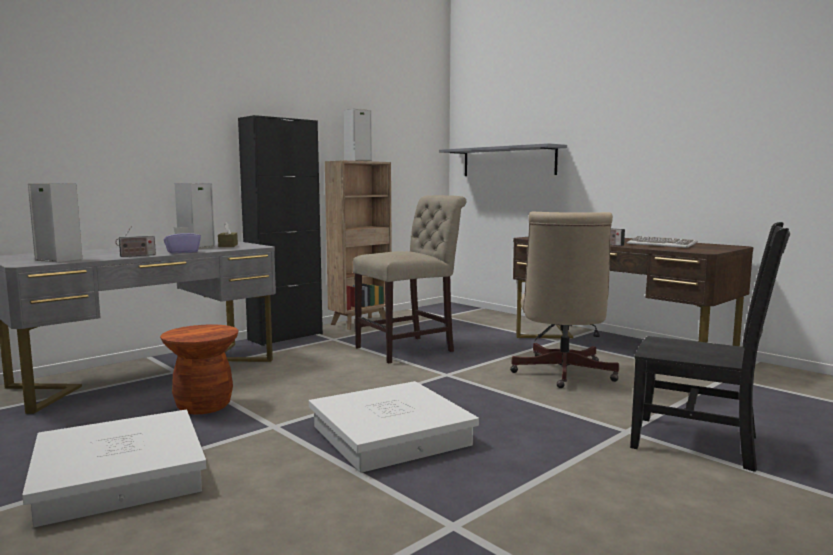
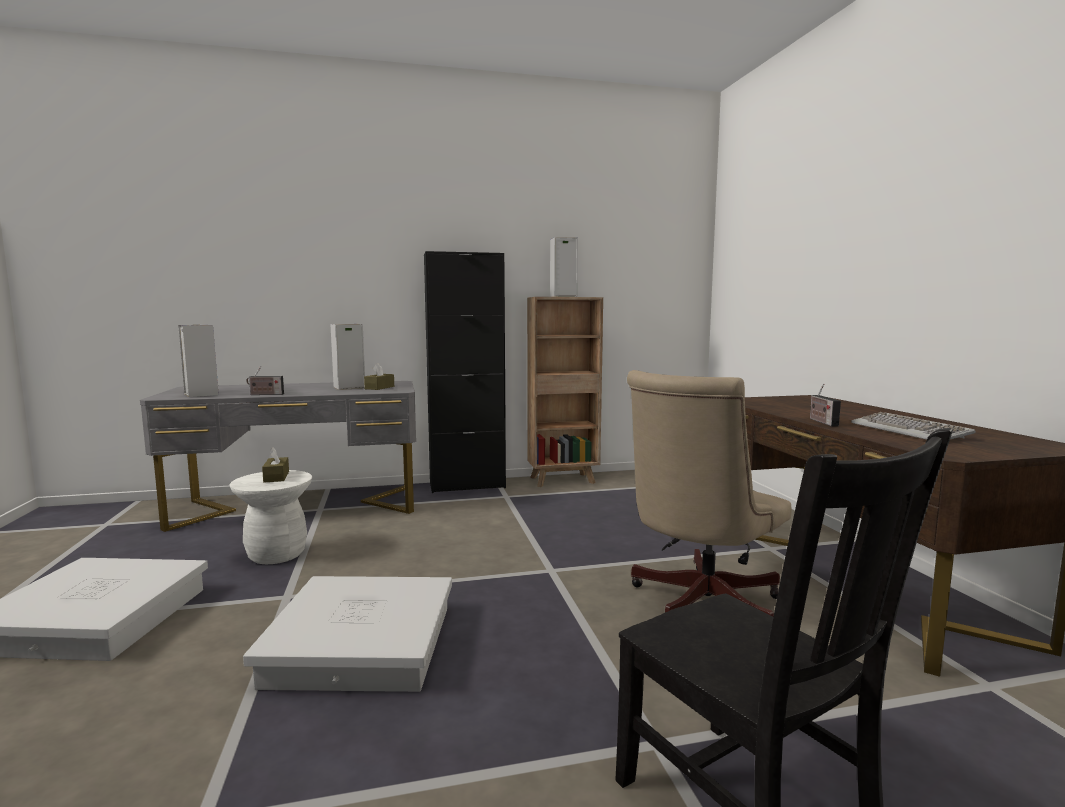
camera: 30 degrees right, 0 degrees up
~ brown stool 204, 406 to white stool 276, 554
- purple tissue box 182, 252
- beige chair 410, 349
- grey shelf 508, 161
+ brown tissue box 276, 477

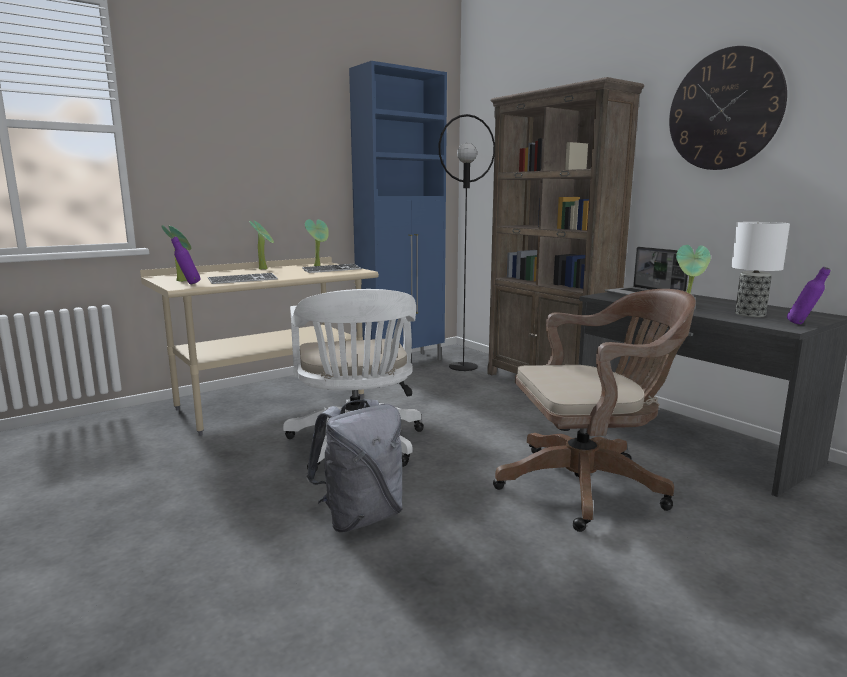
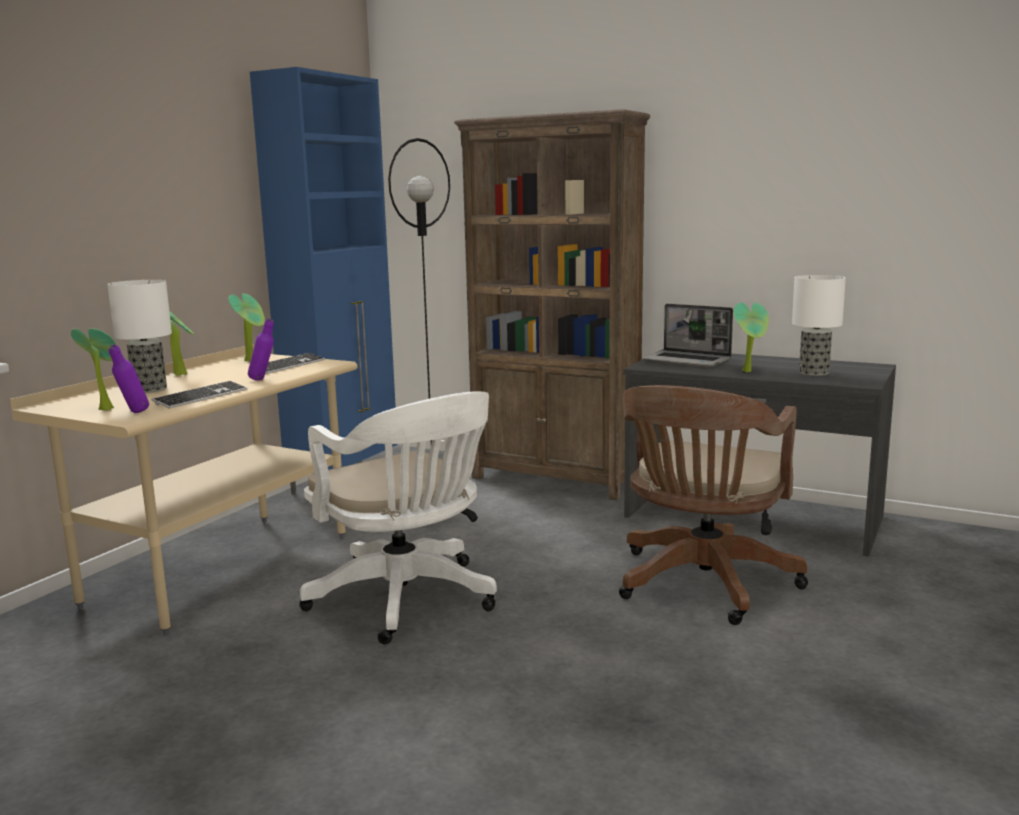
camera: 25 degrees left, 0 degrees up
- grey backpack 360, 517
~ brown office chair 588, 486 = 702, 585 150 degrees clockwise
- wall clock 724, 110
~ purple bottle 803, 324 to 263, 380
+ table lamp 150, 389

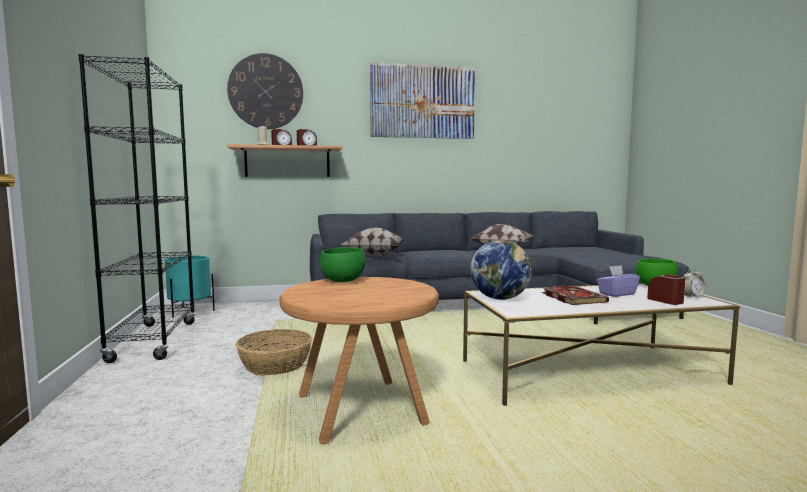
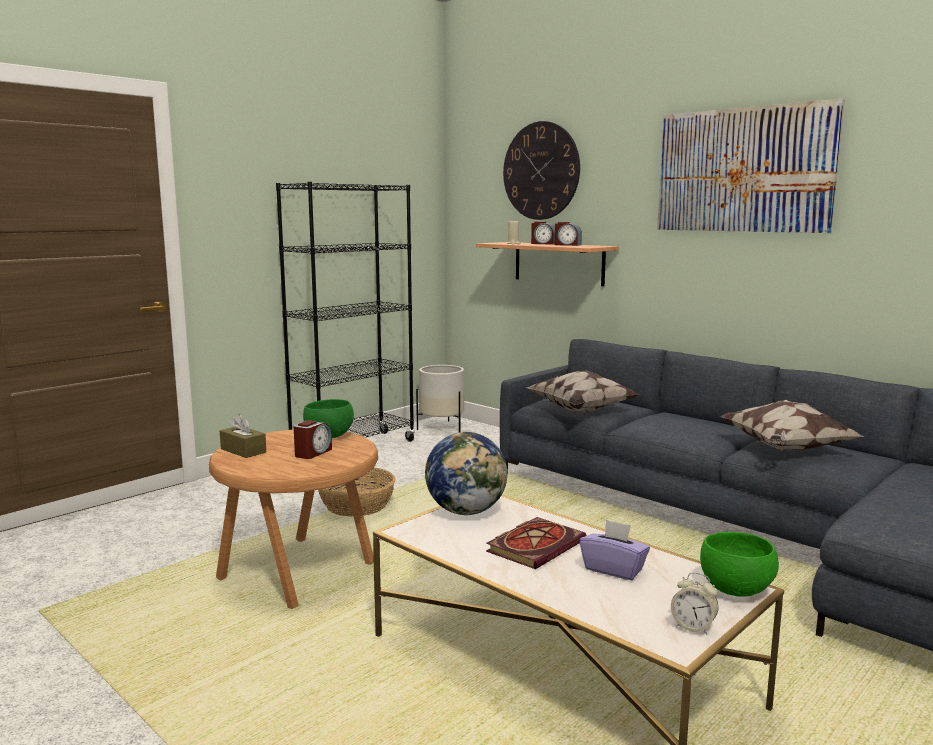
camera: 55 degrees right, 5 degrees up
~ turquoise planter 190, 312 to white planter 441, 428
~ alarm clock 666, 301 to 313, 453
+ brown tissue box 243, 450

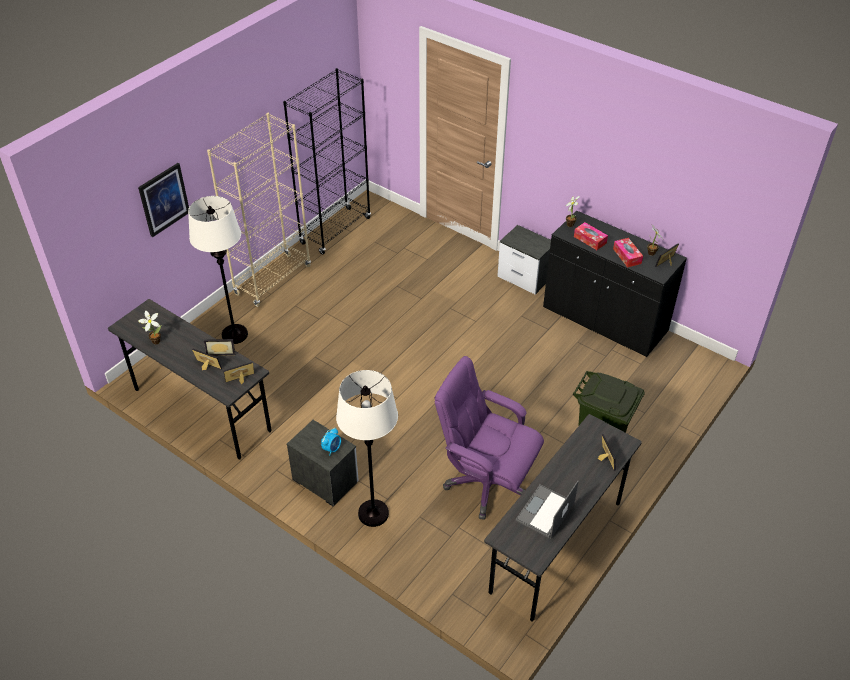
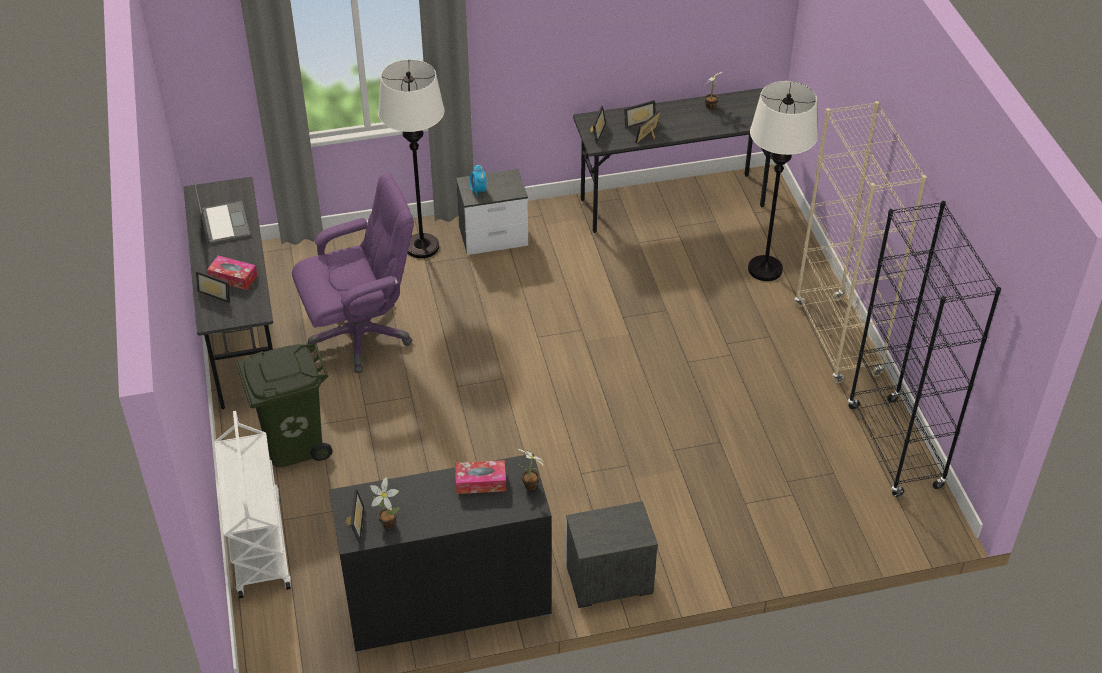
camera: 130 degrees right, 0 degrees up
- picture 164, 199
~ tissue box 627, 256 to 233, 278
+ white cart 258, 544

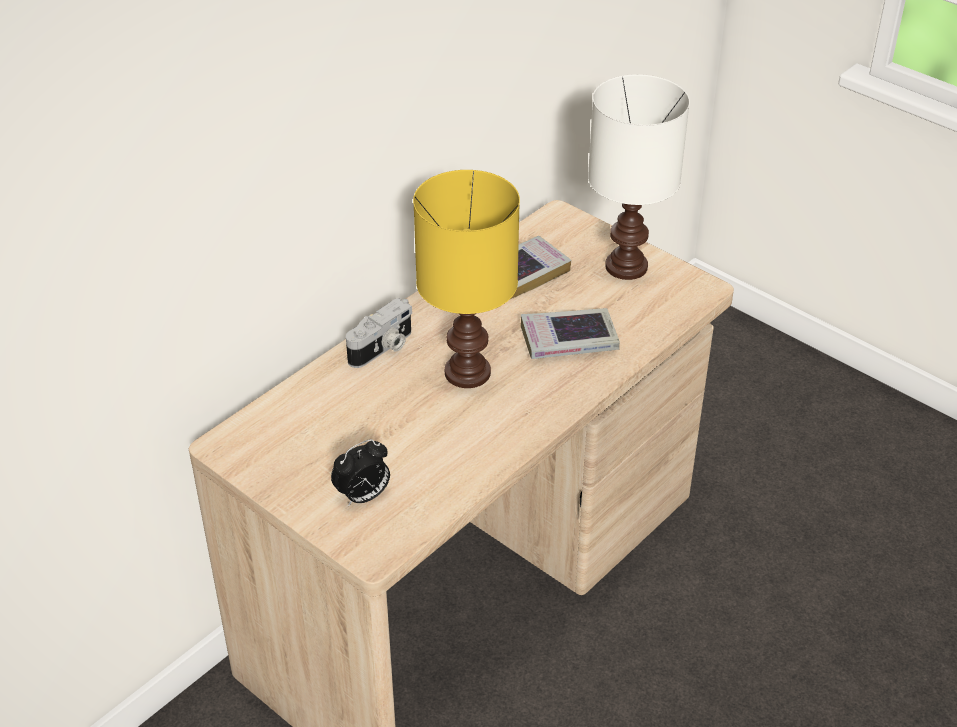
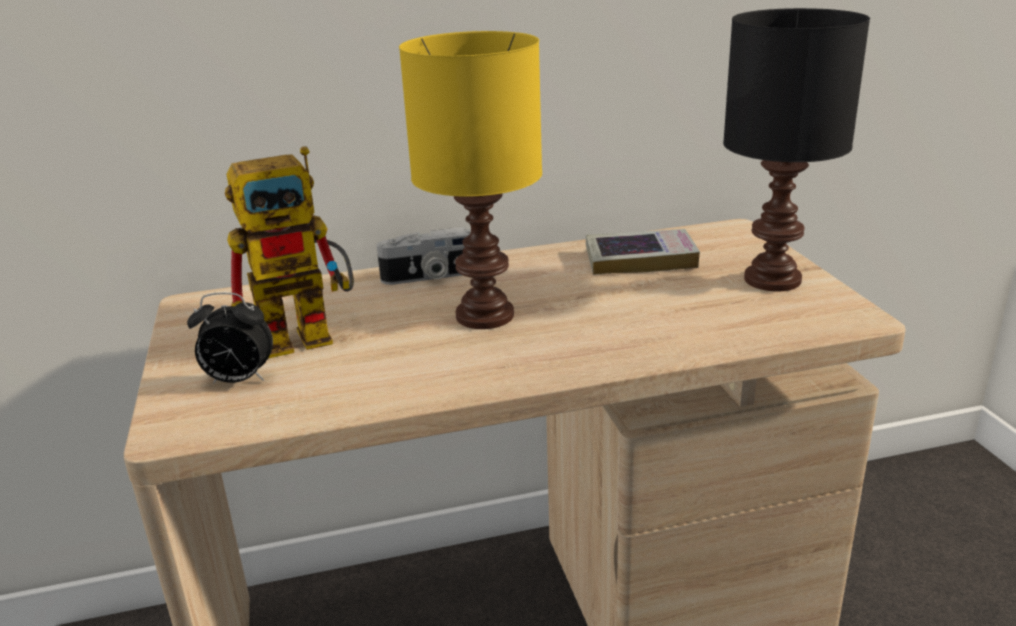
camera: 35 degrees right, 15 degrees down
- book 569, 340
~ white table lamp 626, 265 to black table lamp 773, 279
+ toy robot 311, 334

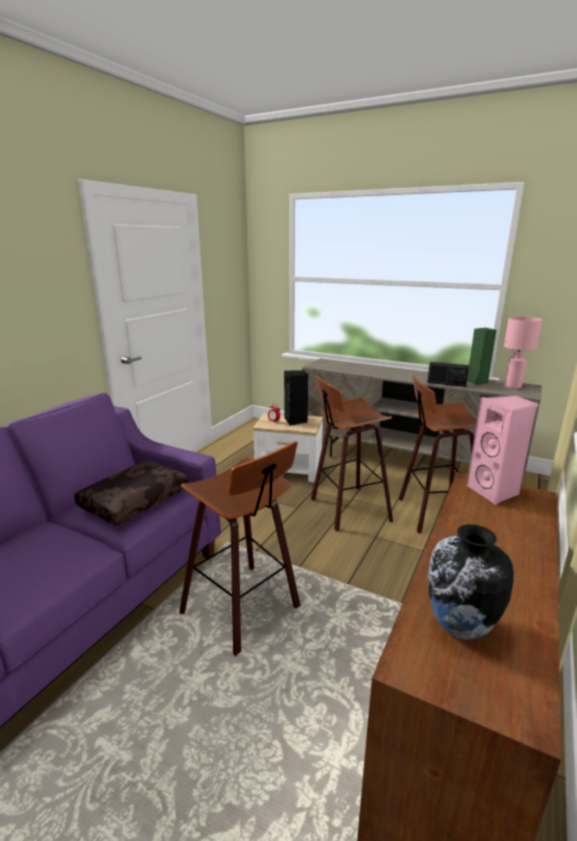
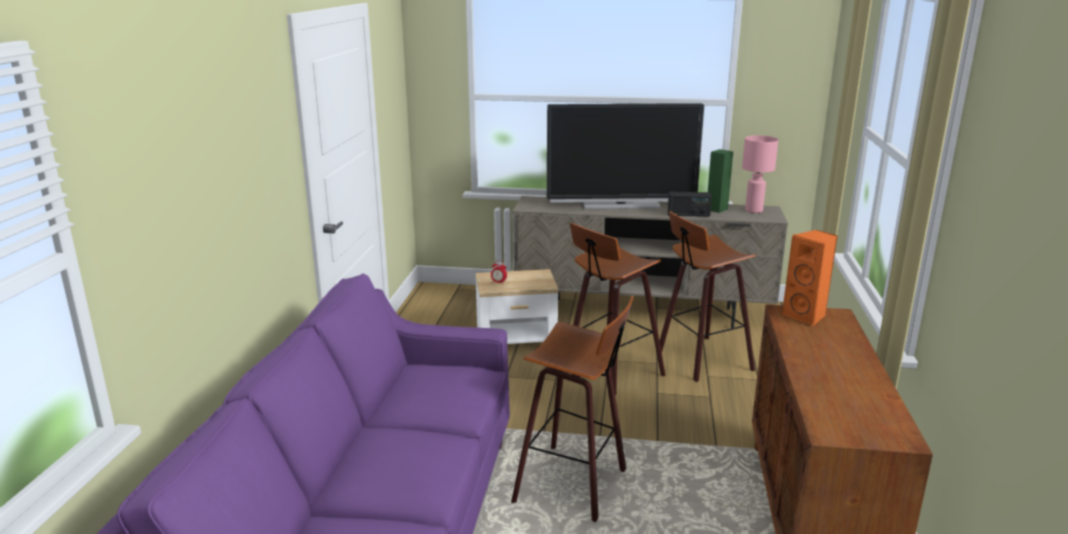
camera: 20 degrees left, 0 degrees up
- brown pillow 134, 500
- black speaker 296, 421
- vase 460, 628
~ pink speaker 494, 492 to orange speaker 806, 316
+ television 620, 205

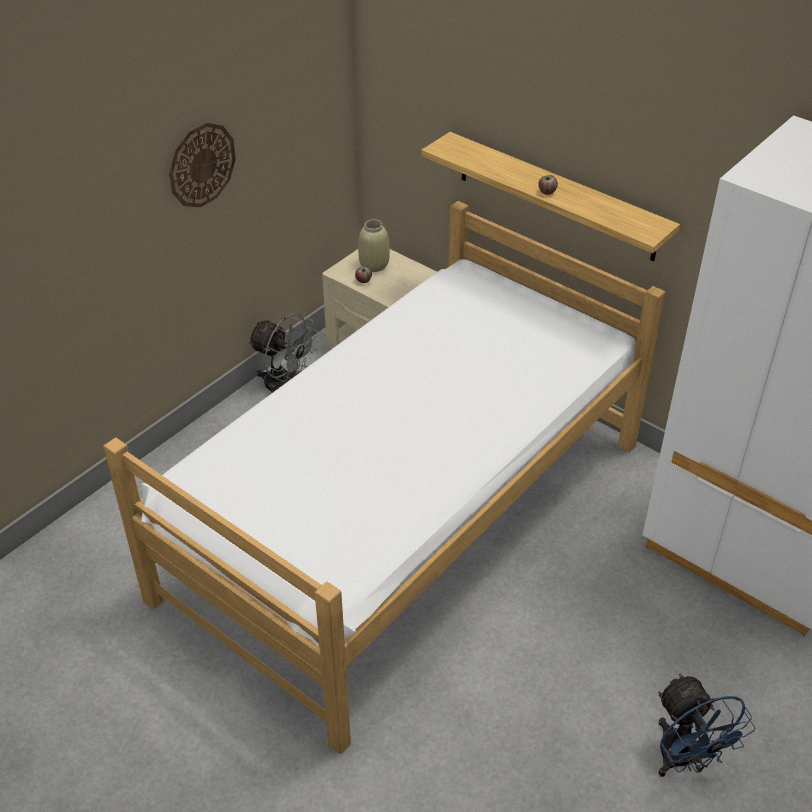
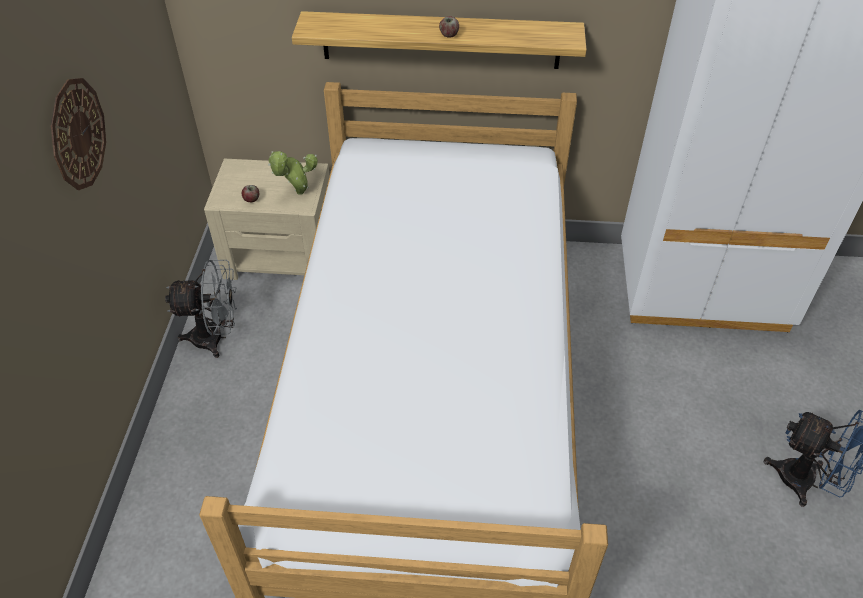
camera: 35 degrees left, 5 degrees up
- beige vase 374, 265
+ potted plant 297, 193

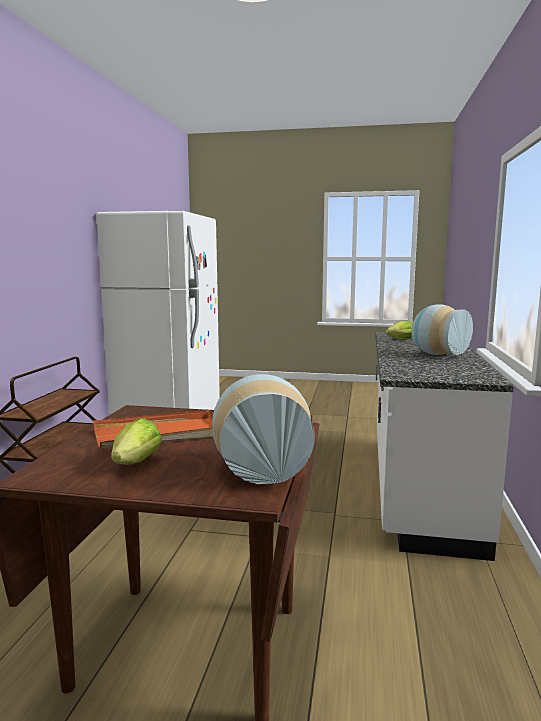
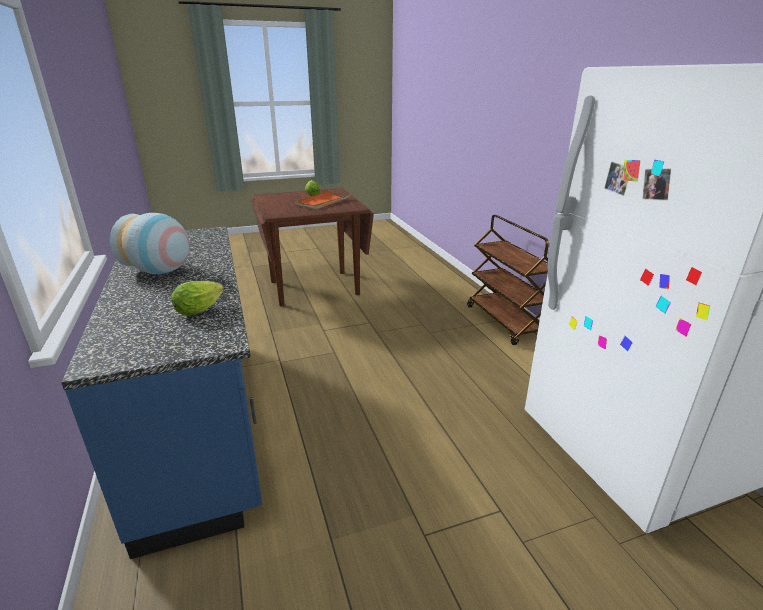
camera: 150 degrees right, 15 degrees up
- vase 261, 470
~ white counter 418, 485 to blue counter 202, 420

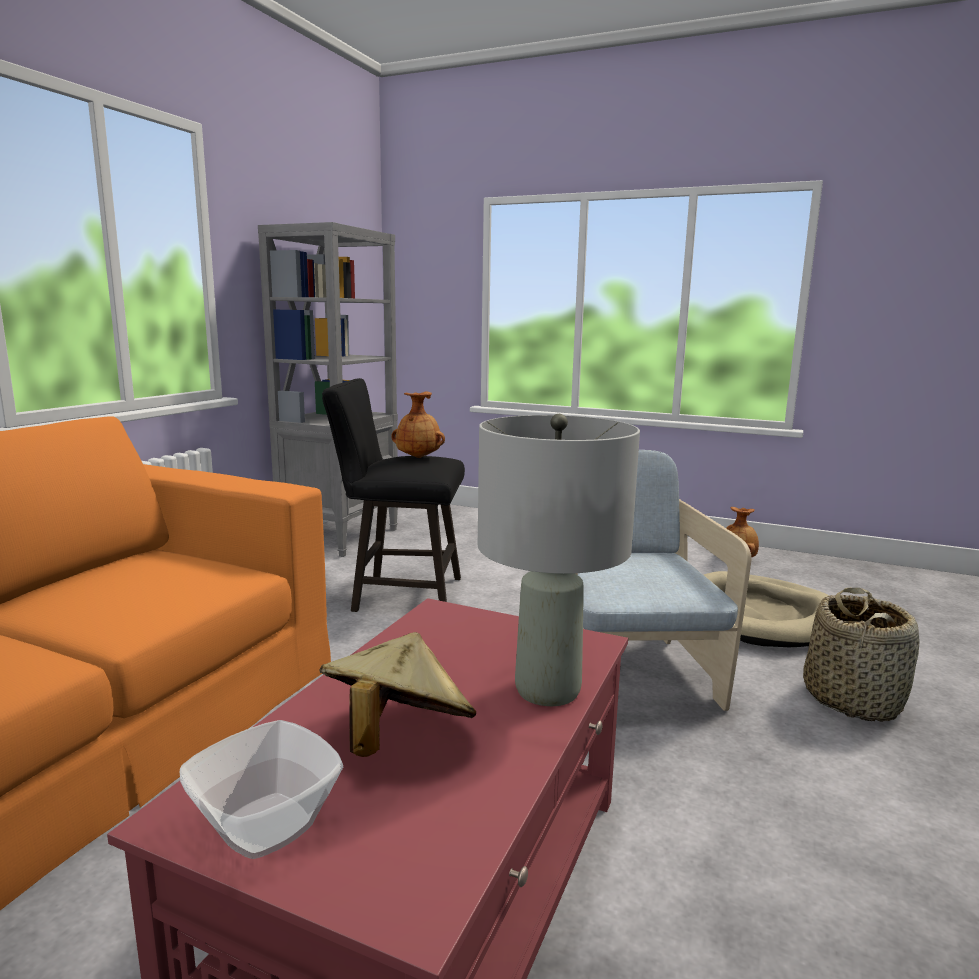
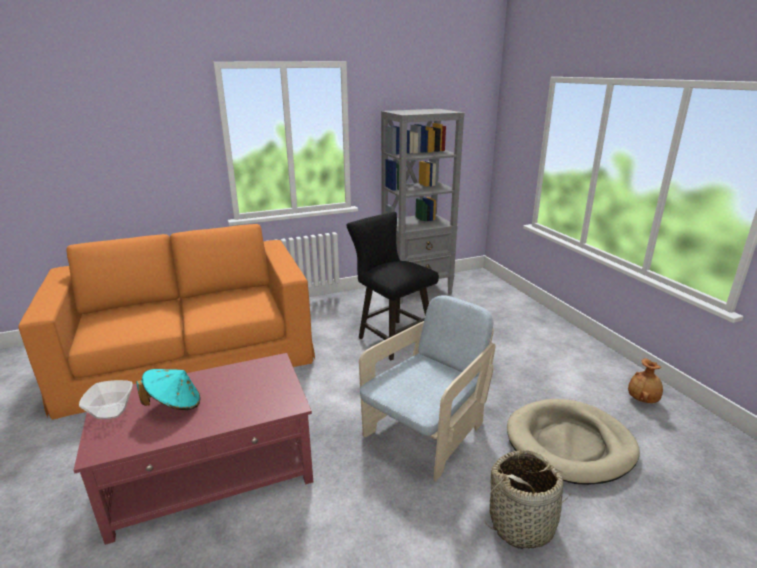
camera: 45 degrees right, 10 degrees up
~ beige hat 397, 738 to turquoise hat 174, 404
- brown vase 418, 457
- grey table lamp 547, 689

